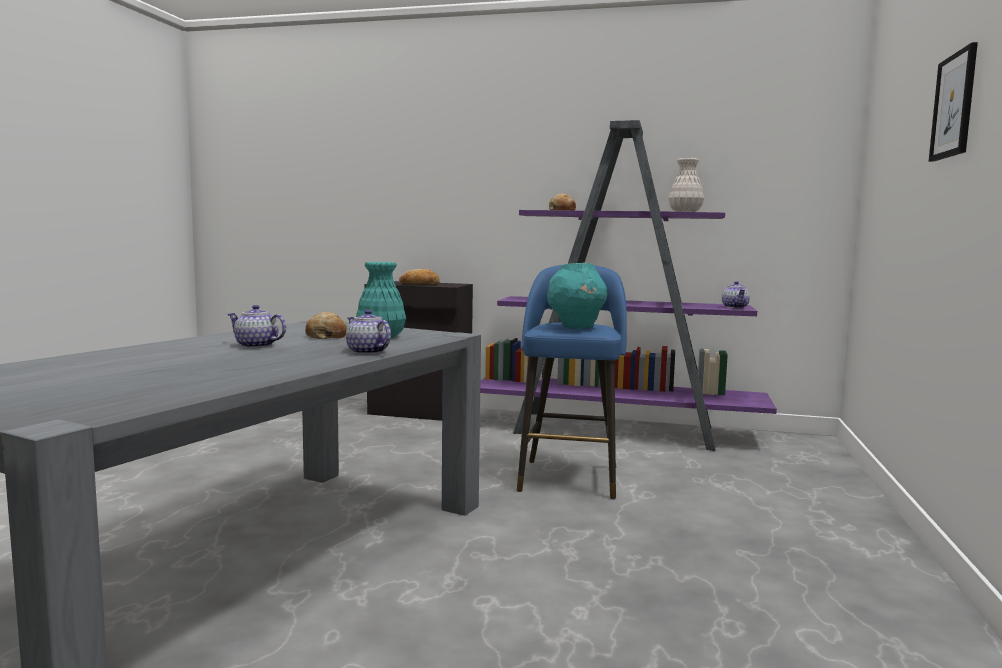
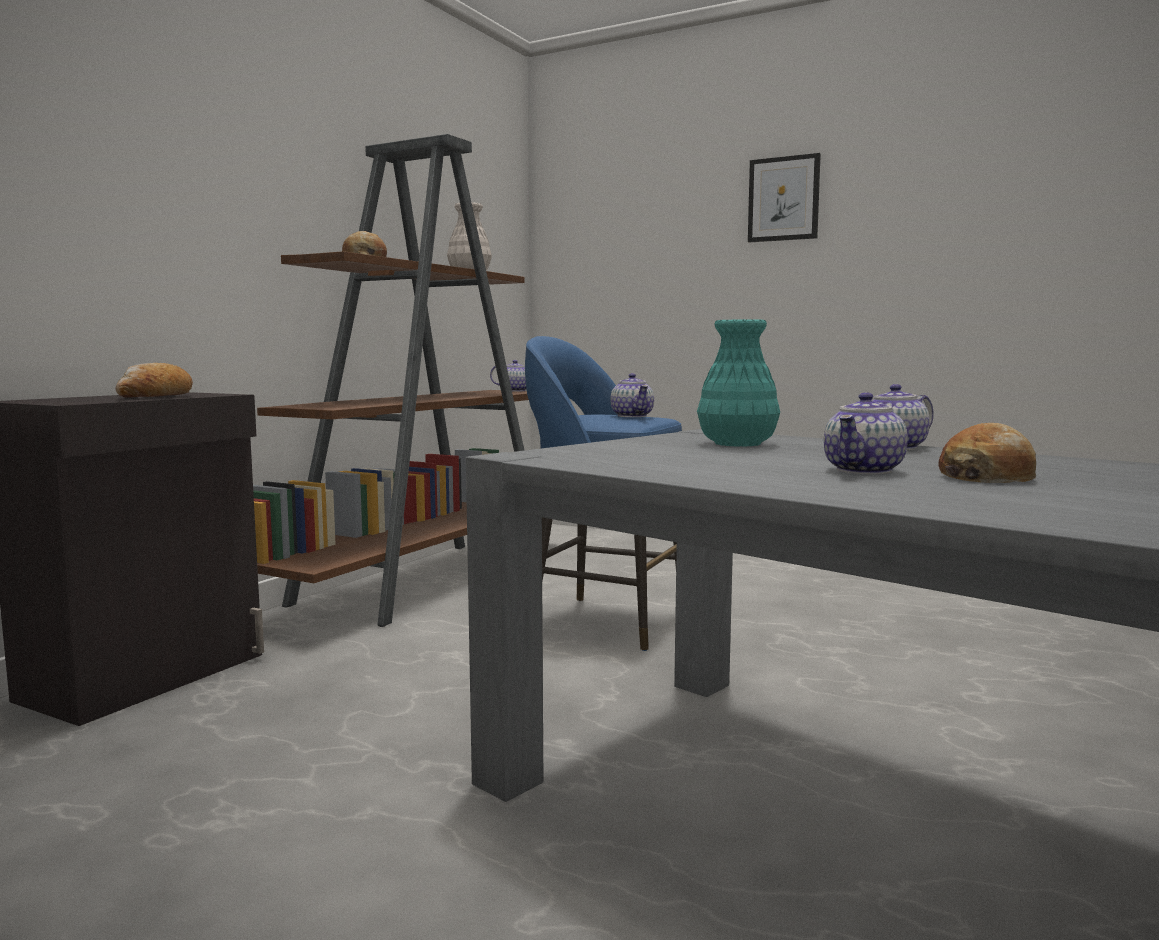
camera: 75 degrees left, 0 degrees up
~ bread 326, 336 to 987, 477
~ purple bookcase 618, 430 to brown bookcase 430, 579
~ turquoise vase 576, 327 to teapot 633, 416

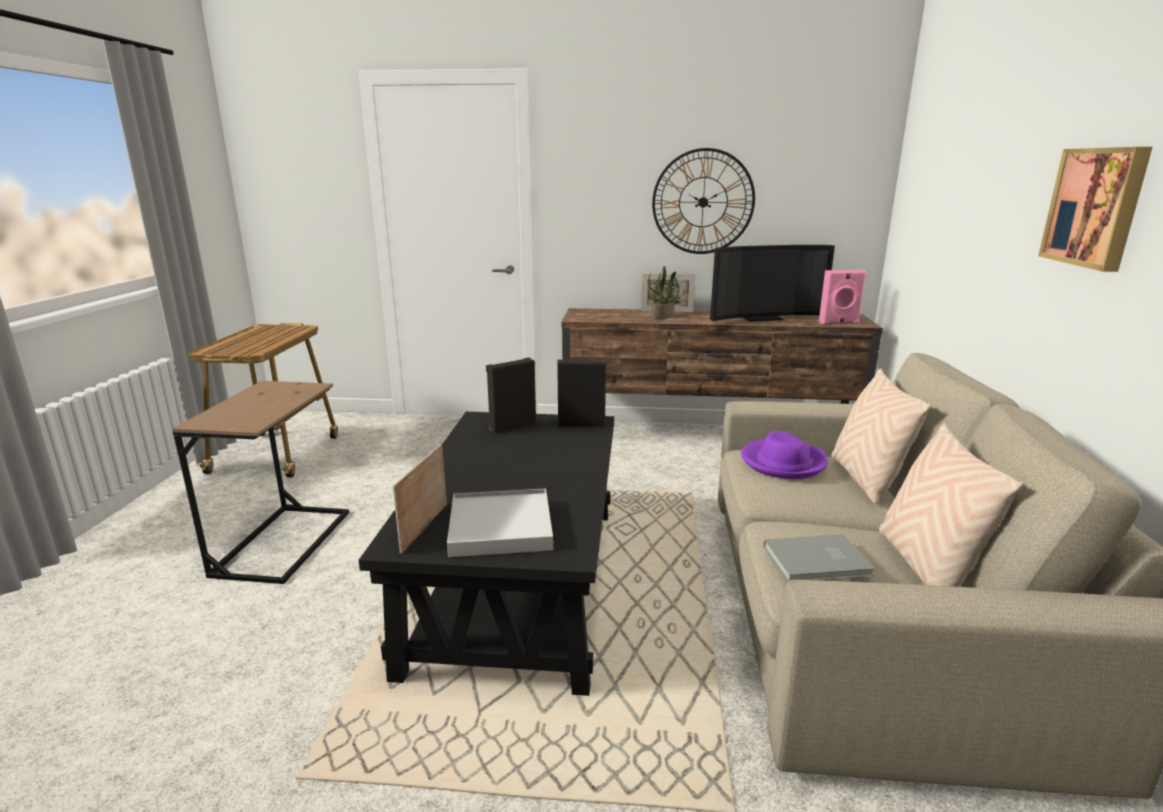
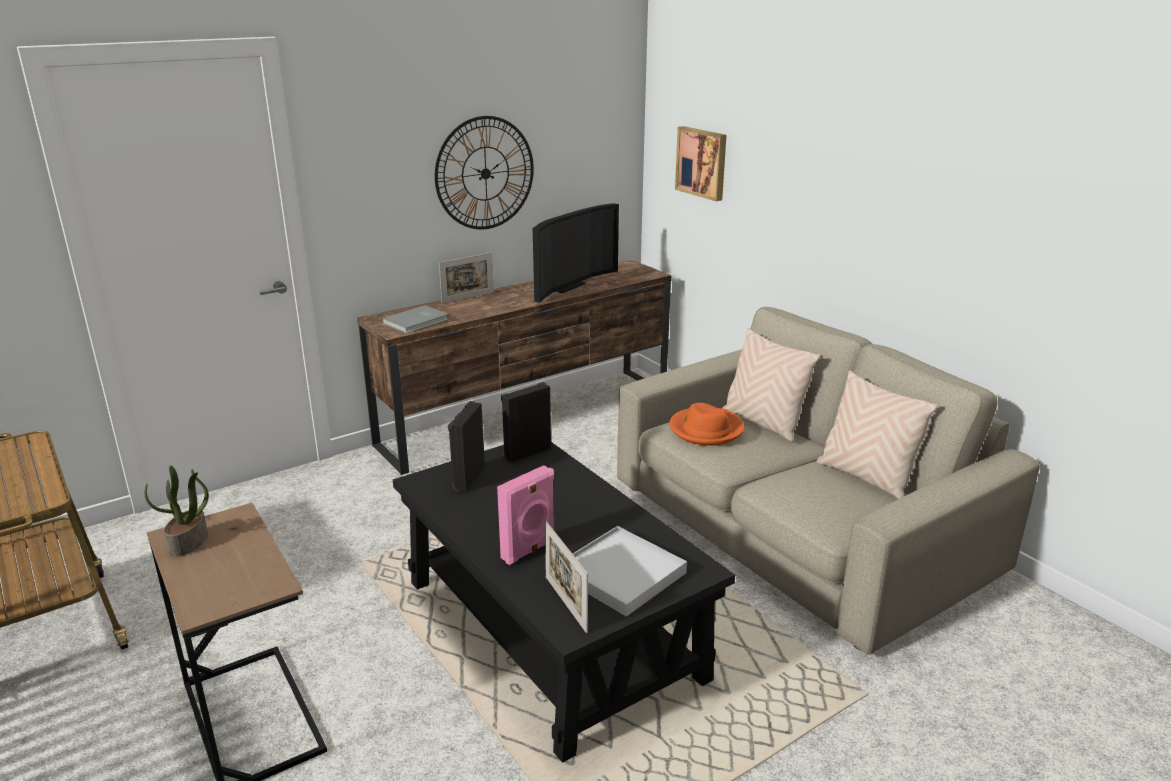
camera: 40 degrees left, 5 degrees up
~ potted plant 662, 316 to 189, 543
~ purple hat 783, 462 to orange hat 706, 429
~ grey book 819, 562 to 417, 321
~ pink speaker 838, 323 to 529, 550
~ picture 1096, 207 to 702, 162

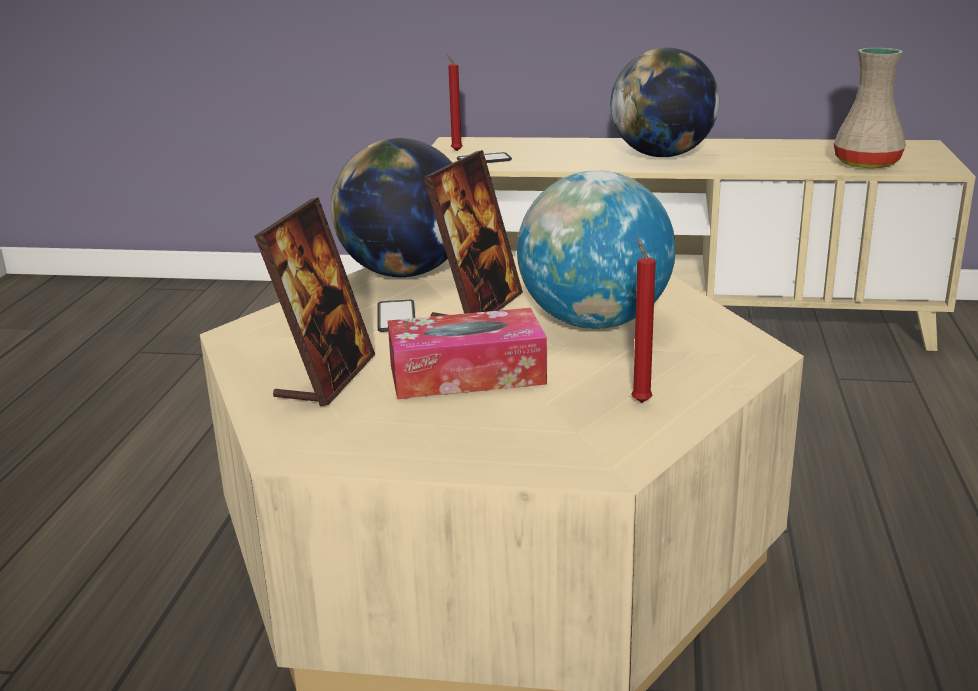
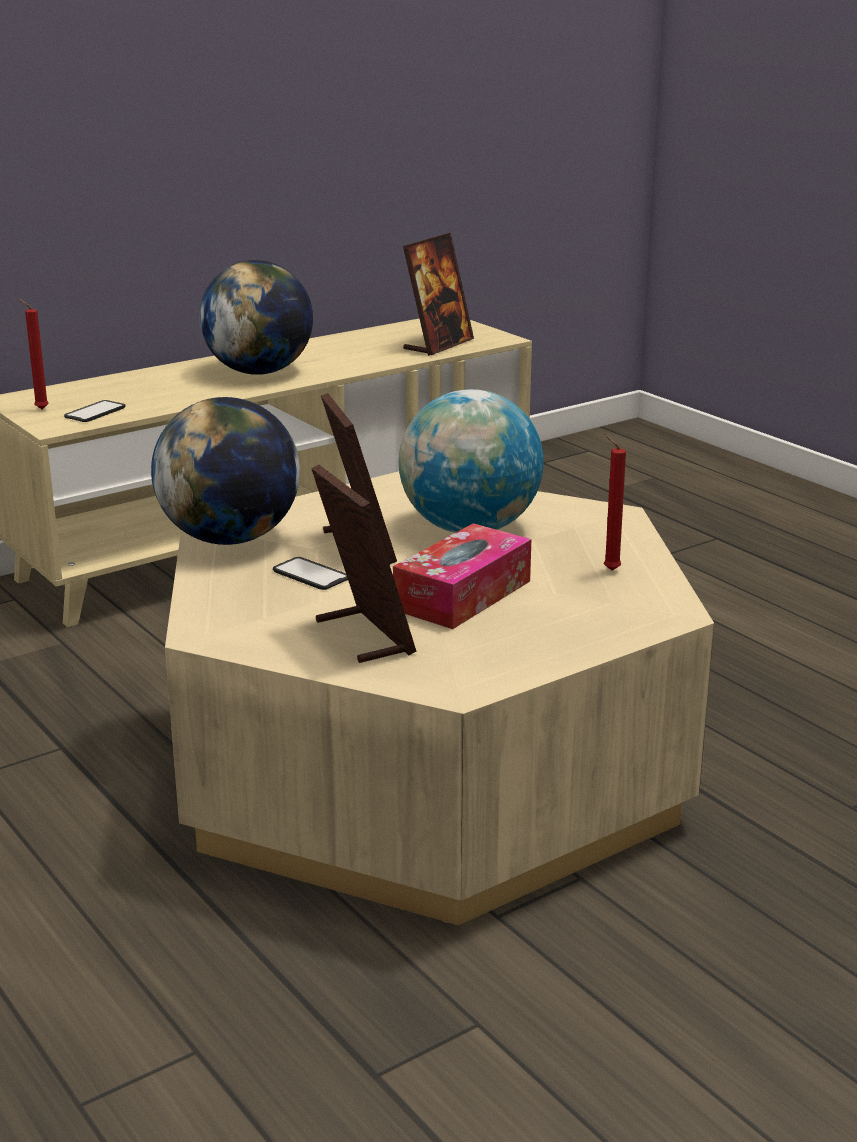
camera: 45 degrees left, 0 degrees up
~ beige vase 867, 163 to picture frame 438, 345

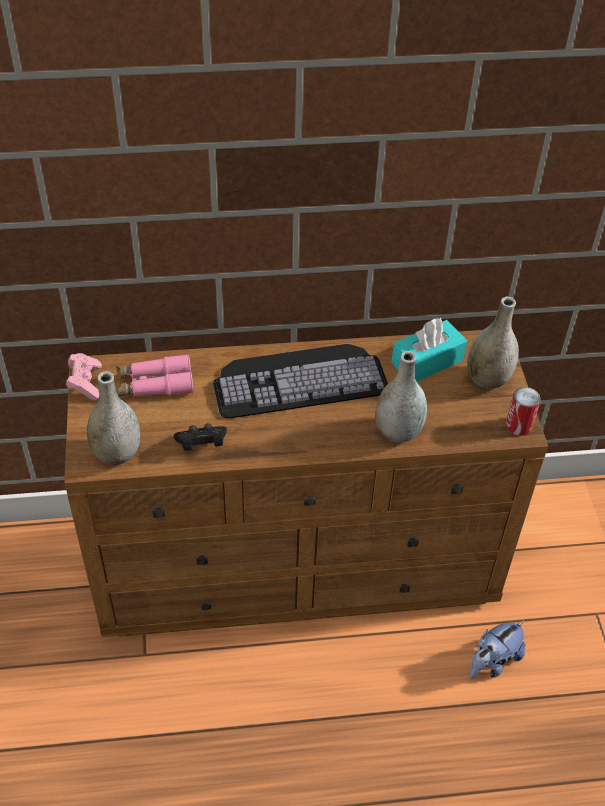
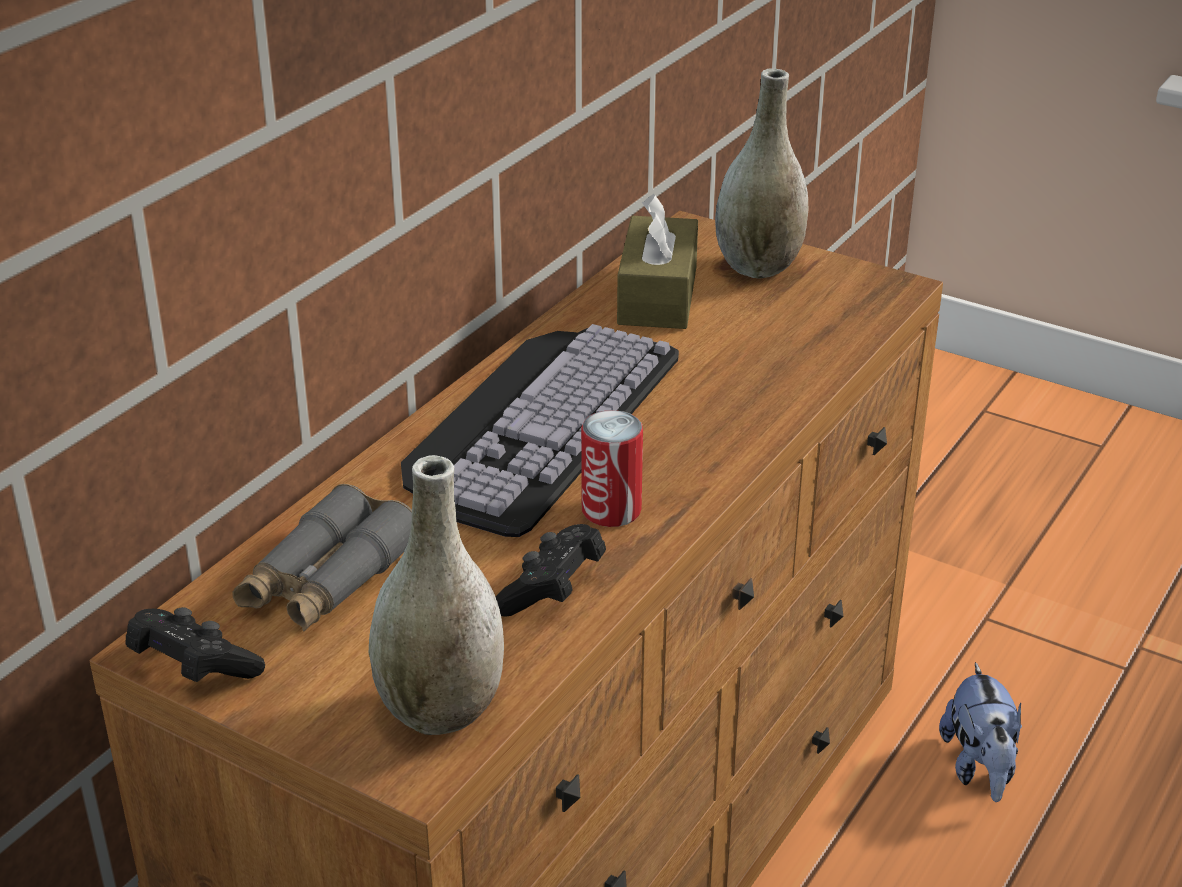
camera: 50 degrees left, 15 degrees down
~ pink game controller 85, 383 to black game controller 193, 668
~ pink binoculars 155, 384 to grey binoculars 327, 580
- grey vase 398, 432
~ turquoise tissue box 427, 361 to brown tissue box 657, 295
~ can 518, 426 to 611, 510

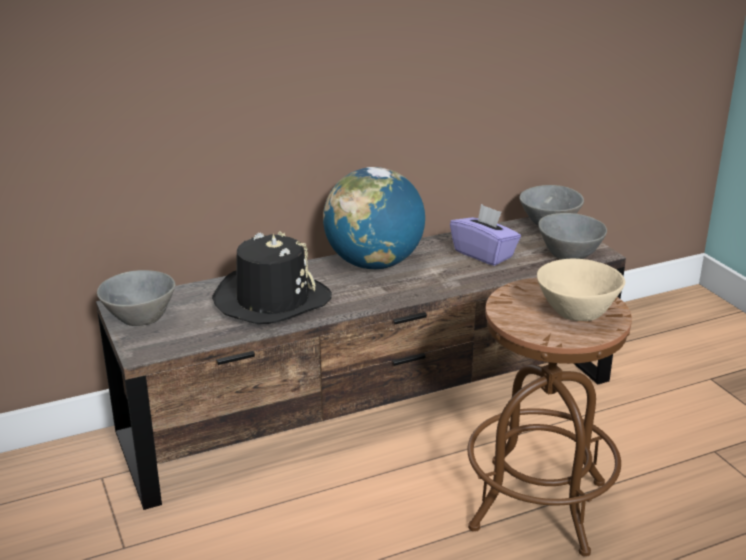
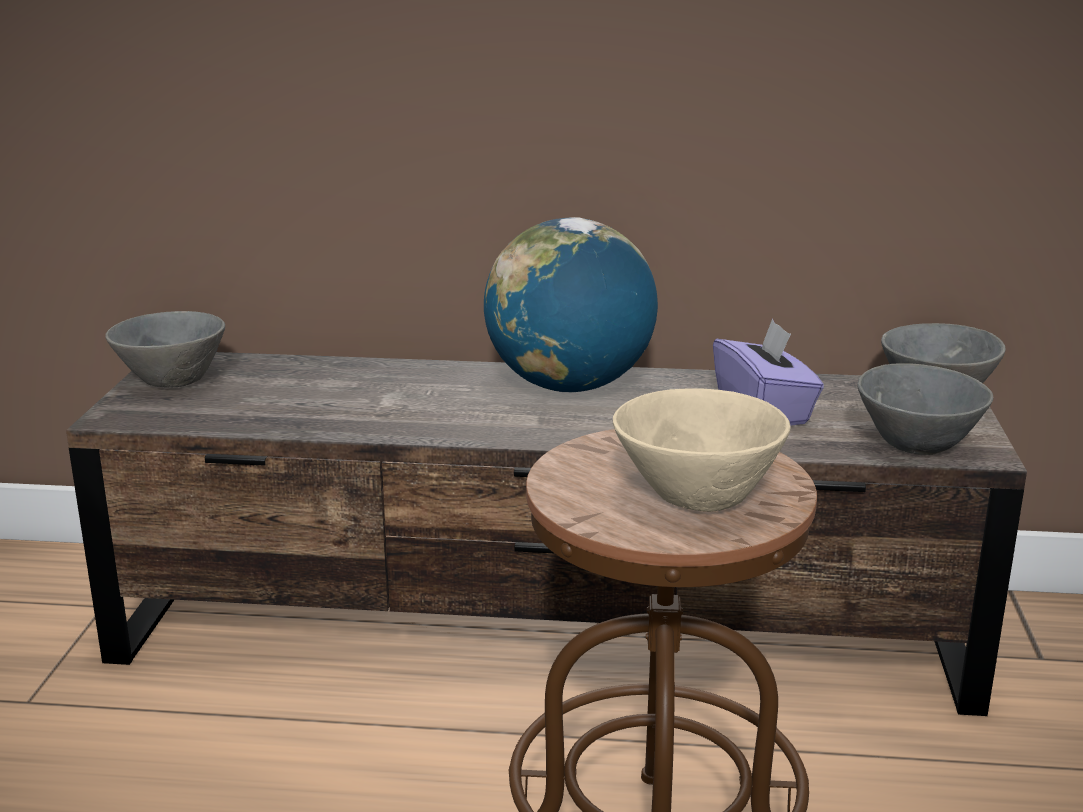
camera: 30 degrees right, 5 degrees down
- black hat 271, 299

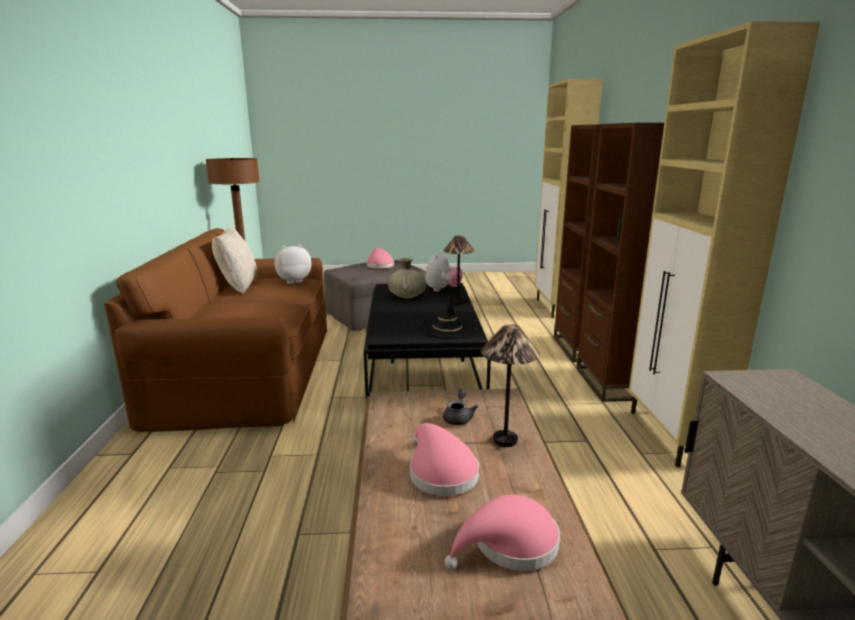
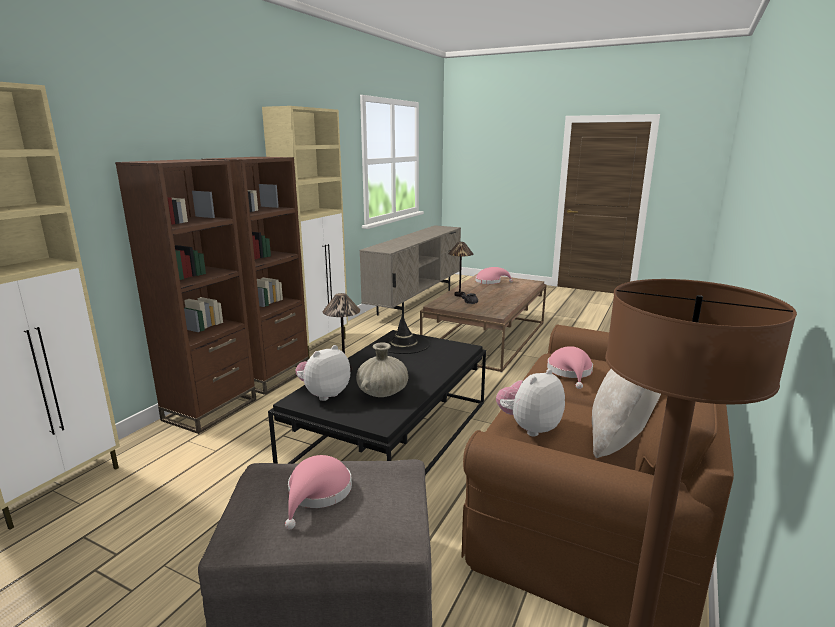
camera: 150 degrees left, 0 degrees up
~ plush toy 293, 281 = 529, 427 135 degrees clockwise
~ pink hat 440, 472 to 570, 372

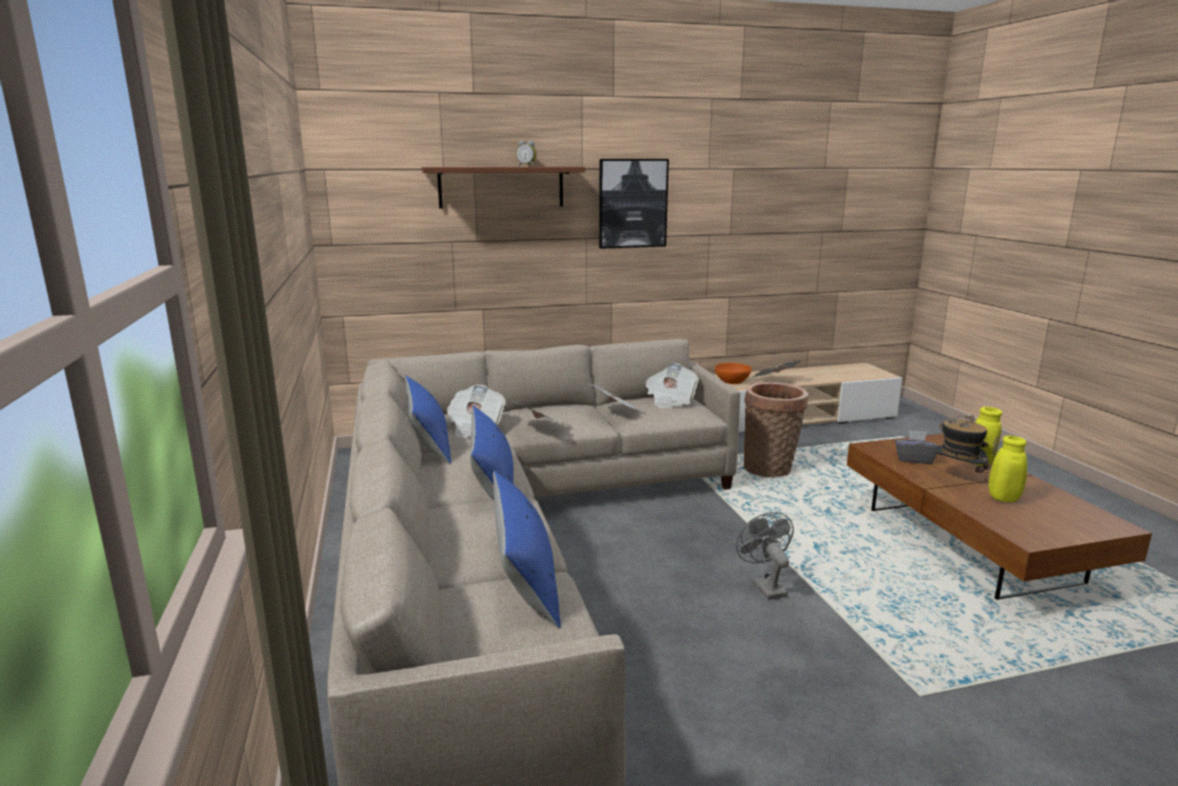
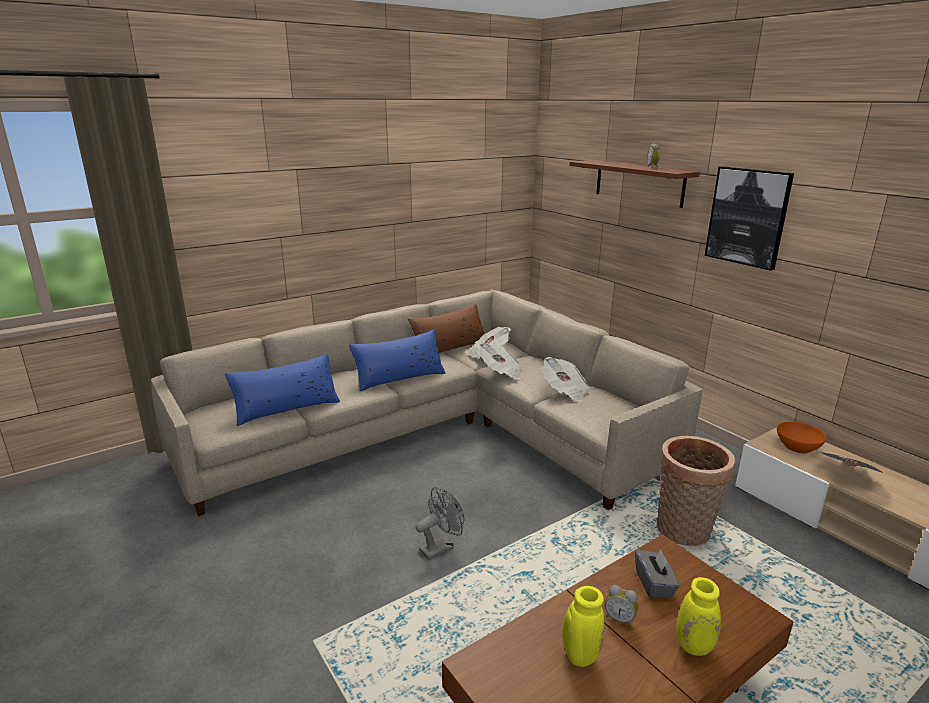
camera: 70 degrees right, 5 degrees up
~ blue pillow 428, 443 to brown pillow 449, 348
- newspaper 670, 400
~ hat 956, 478 to alarm clock 620, 618

